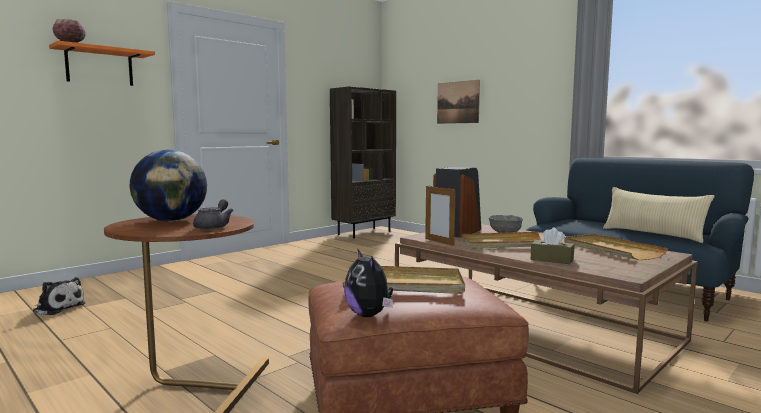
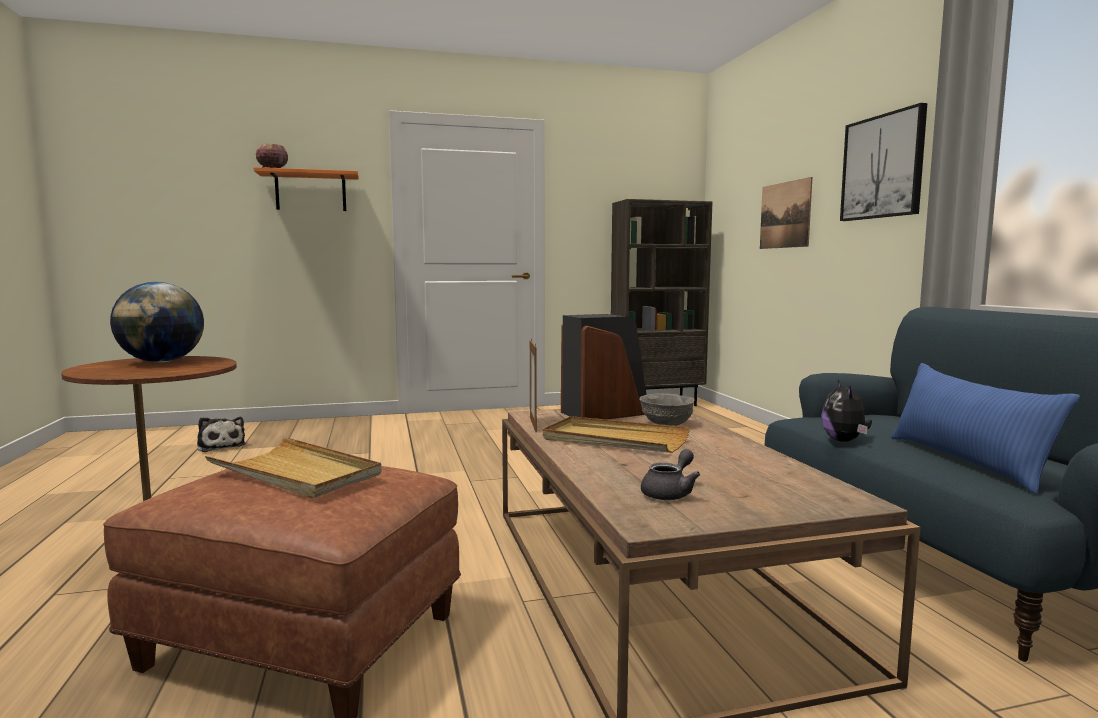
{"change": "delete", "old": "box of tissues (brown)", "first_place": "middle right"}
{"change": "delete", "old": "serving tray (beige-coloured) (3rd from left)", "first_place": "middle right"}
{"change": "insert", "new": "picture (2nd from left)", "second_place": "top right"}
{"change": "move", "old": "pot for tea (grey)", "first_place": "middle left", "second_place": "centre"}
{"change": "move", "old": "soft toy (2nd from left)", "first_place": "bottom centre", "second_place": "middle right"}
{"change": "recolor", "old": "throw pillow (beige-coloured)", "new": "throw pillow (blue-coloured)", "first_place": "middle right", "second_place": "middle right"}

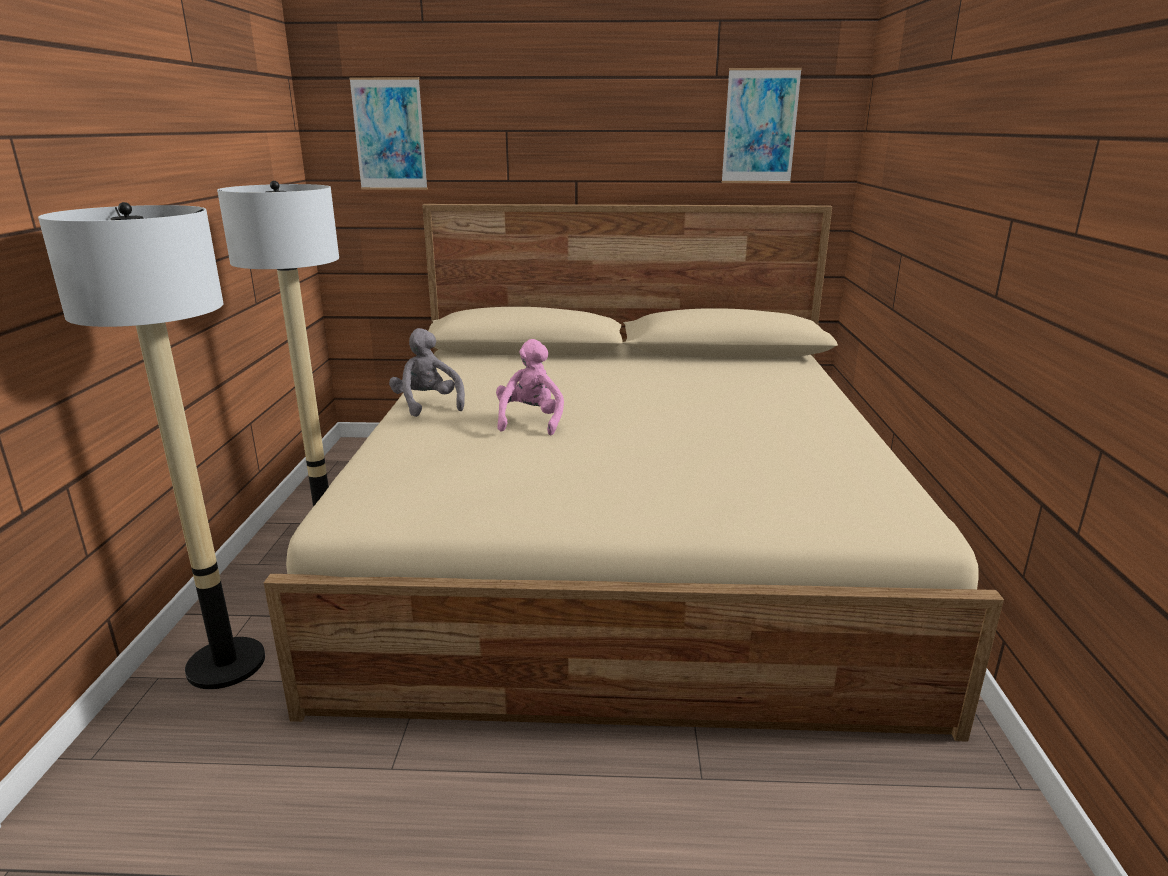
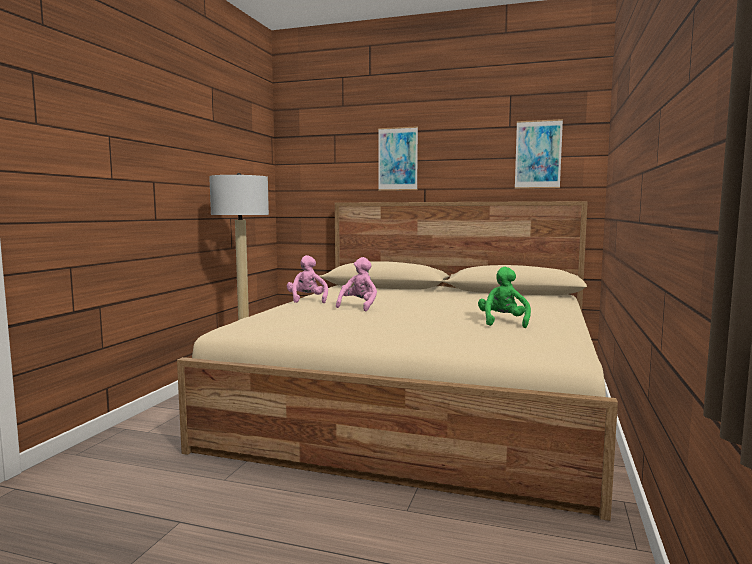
{"change": "delete", "old": "floor lamp (1st from left)", "first_place": "middle left"}
{"change": "insert", "new": "soft toy (green-coloured)", "second_place": "middle right"}
{"change": "move", "old": "picture (1st from left)", "first_place": "top left", "second_place": "top centre"}
{"change": "recolor", "old": "soft toy (grey)", "new": "soft toy (pink) (1st from left)", "first_place": "centre", "second_place": "centre"}

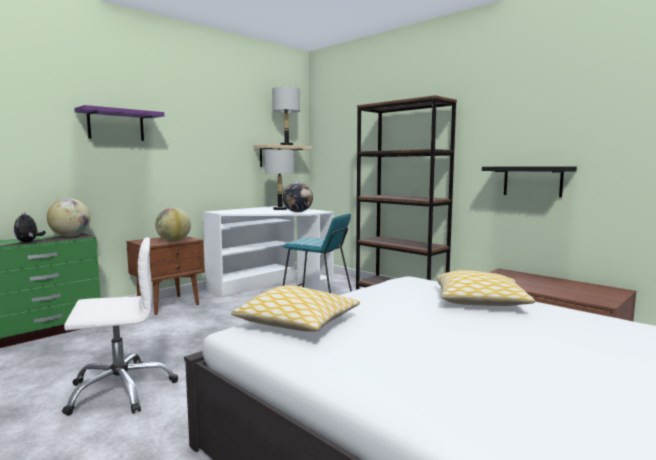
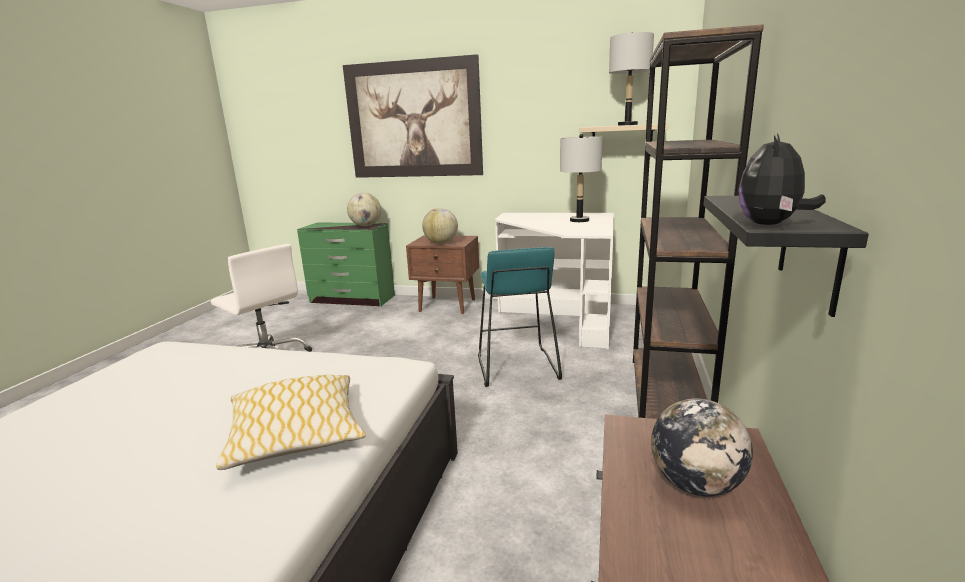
{"change": "delete", "old": "throw pillow (1st from left)", "first_place": "bottom centre"}
{"change": "move", "old": "soft toy", "first_place": "middle left", "second_place": "top right"}
{"change": "move", "old": "globe (3rd from left)", "first_place": "centre", "second_place": "bottom right"}
{"change": "replace", "old": "shelf (purple-coloured)", "new": "picture", "first_place": "top left", "second_place": "top centre"}

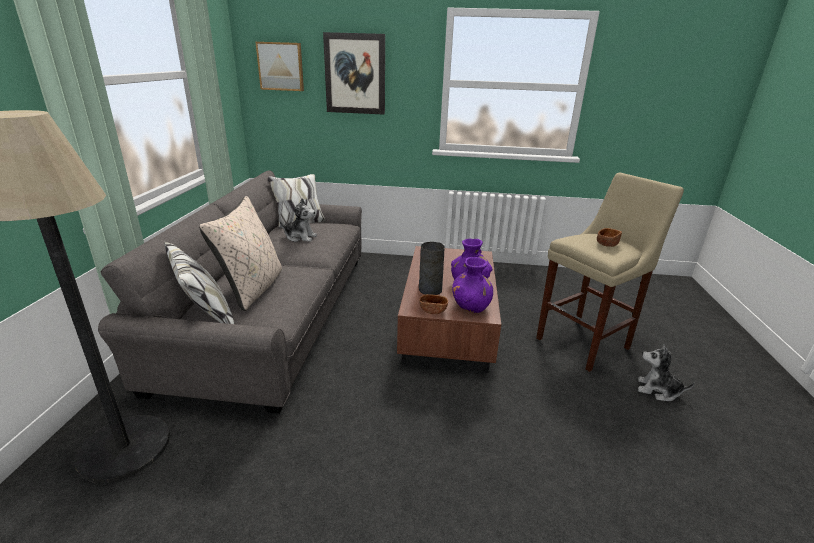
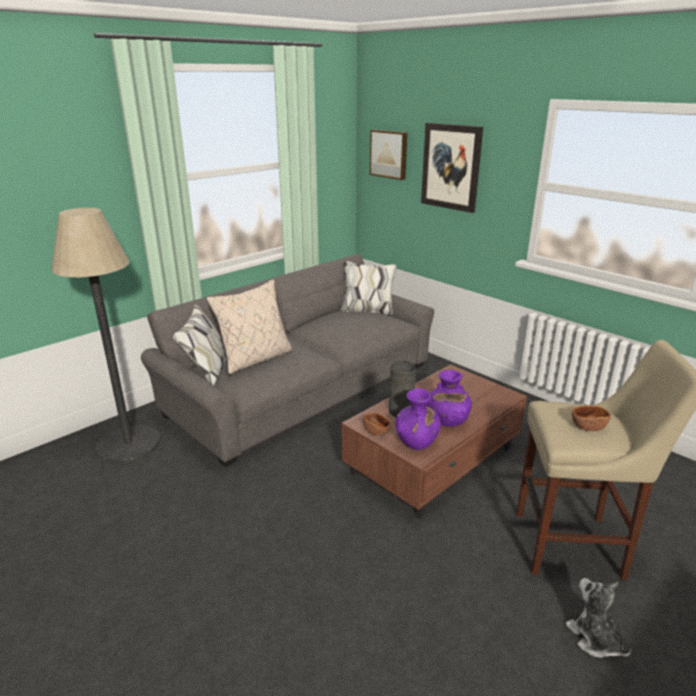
{"change": "delete", "old": "soft toy (1st from left)", "first_place": "centre"}

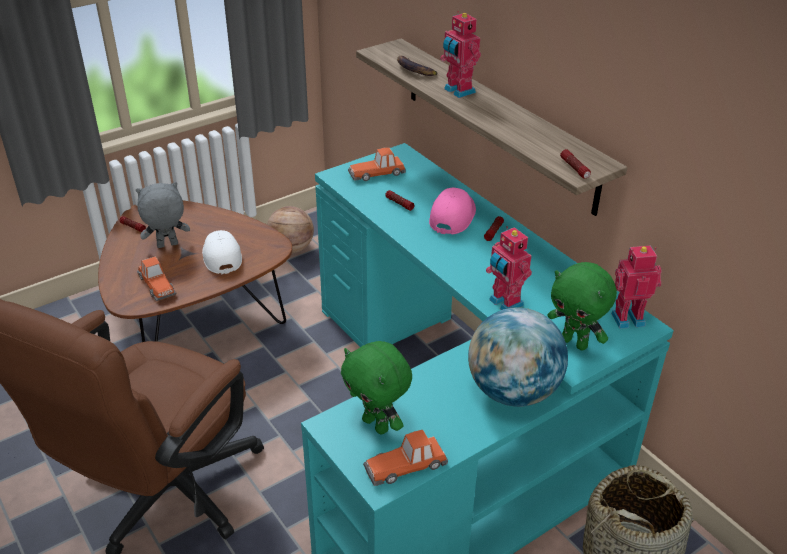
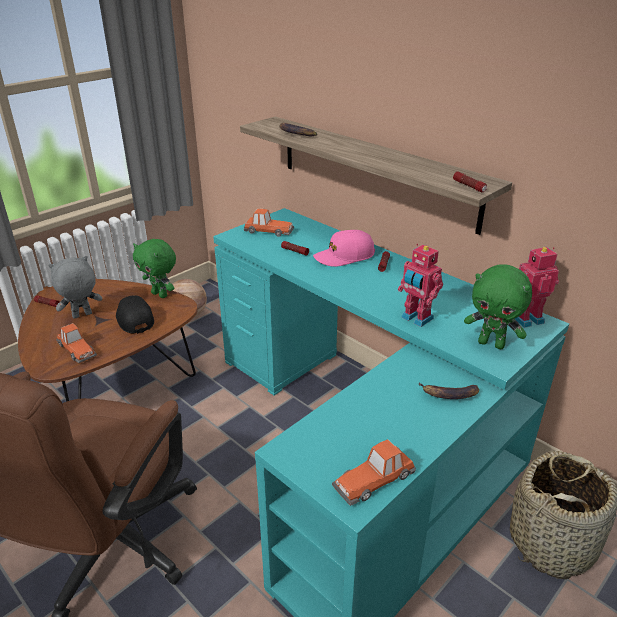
{"change": "delete", "old": "toy robot (1st from left)", "first_place": "top centre"}
{"change": "move", "old": "soft toy (green-coloured) (1st from left)", "first_place": "bottom centre", "second_place": "middle left"}
{"change": "replace", "old": "globe", "new": "banana fruit (2nd from left)", "first_place": "centre", "second_place": "middle right"}
{"change": "recolor", "old": "baseball cap (whitish)", "new": "baseball cap (black)", "first_place": "middle left", "second_place": "middle left"}
{"change": "rotate", "old": "miniature car (2nd from left)", "first_place": "top centre", "second_place": "centre", "degrees": -135}
{"change": "rotate", "old": "baseball cap (pink)", "first_place": "centre", "second_place": "centre", "degrees": -120}

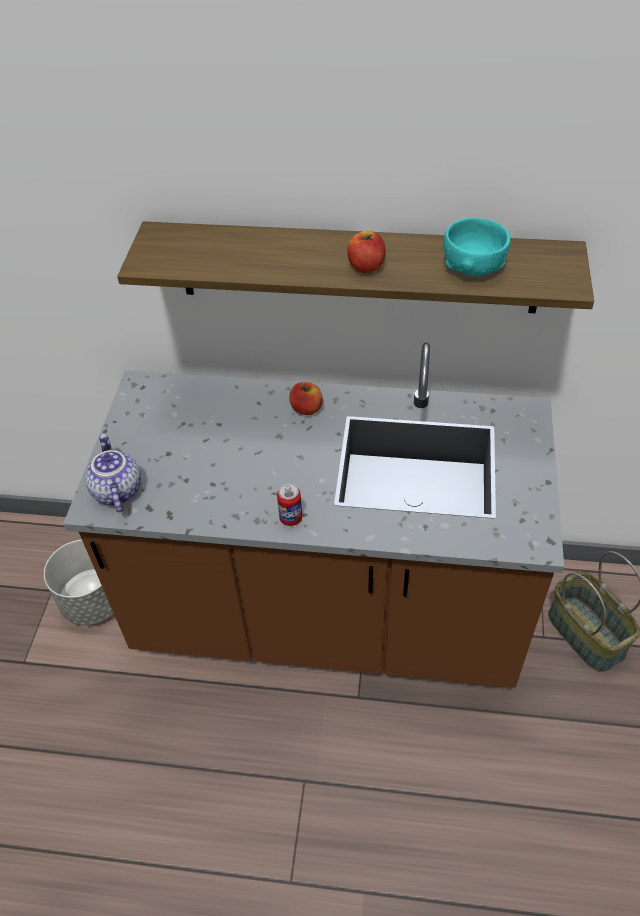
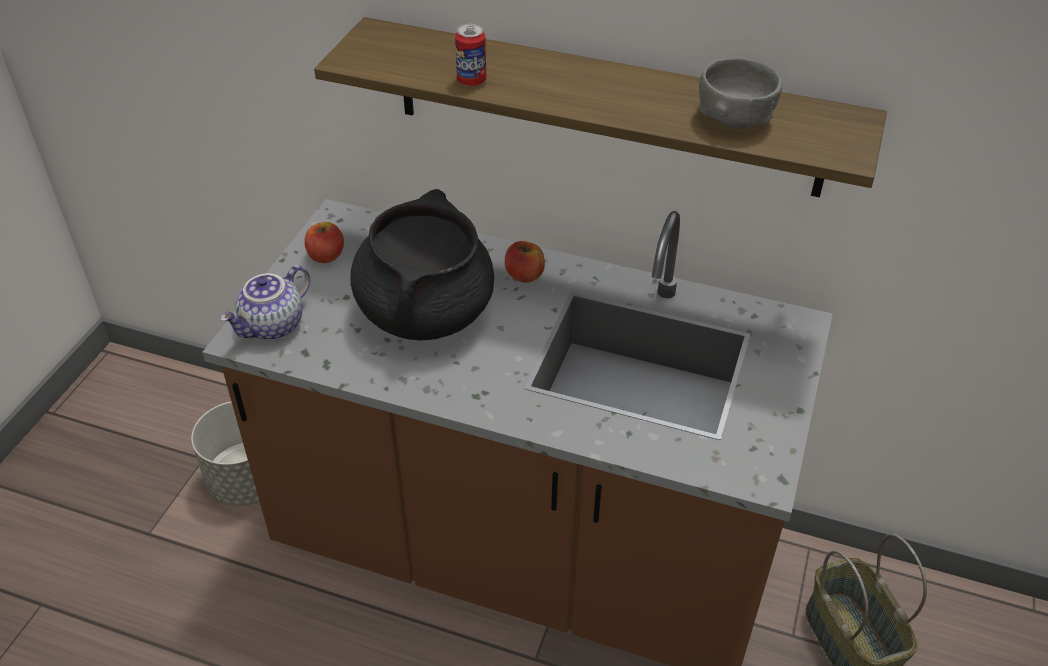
{"change": "insert", "new": "stockpot (black)", "second_place": "centre"}
{"change": "move", "old": "can", "first_place": "centre", "second_place": "top centre"}
{"change": "move", "old": "apple (2nd from left in the first image)", "new": "apple (1st from left)", "first_place": "top centre", "second_place": "middle left"}
{"change": "recolor", "old": "serving bowl (turquoise)", "new": "serving bowl (grey)", "first_place": "top right", "second_place": "top right"}
{"change": "rotate", "old": "pot for tea", "first_place": "middle left", "second_place": "middle left", "degrees": -135}

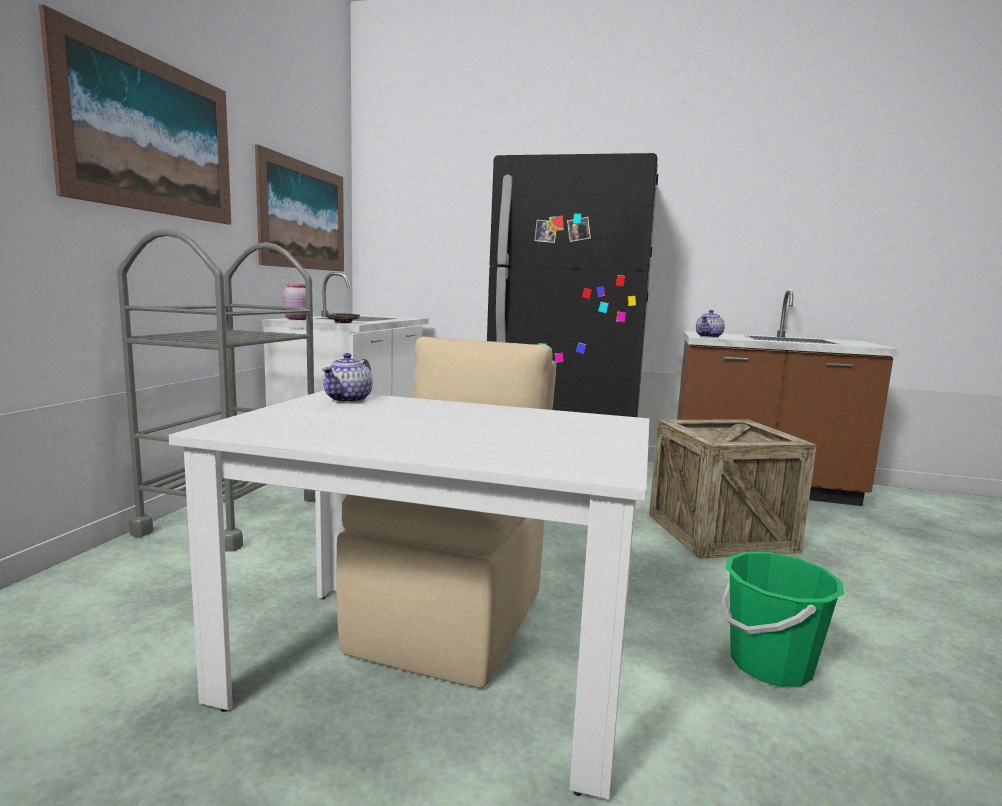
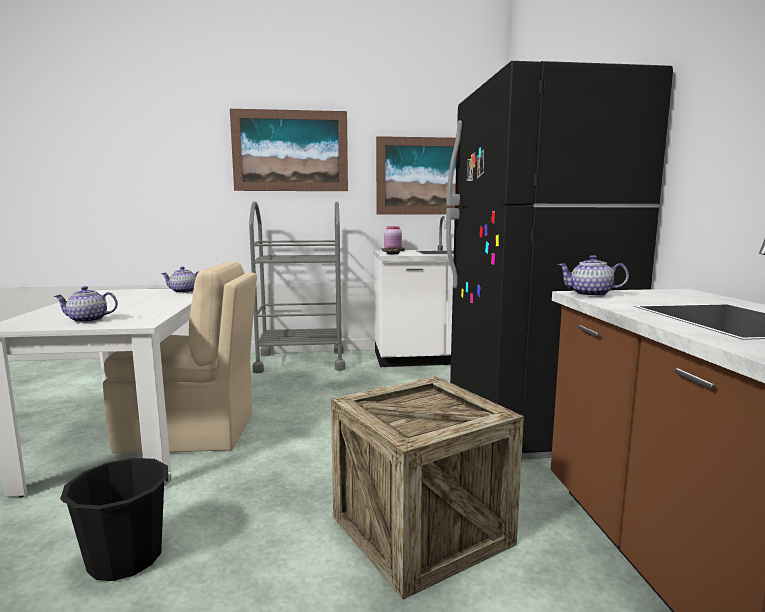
{"change": "insert", "new": "pot for tea (1st from left)", "second_place": "middle left"}
{"change": "recolor", "old": "bucket (green-coloured)", "new": "bucket (black)", "first_place": "bottom right", "second_place": "bottom left"}

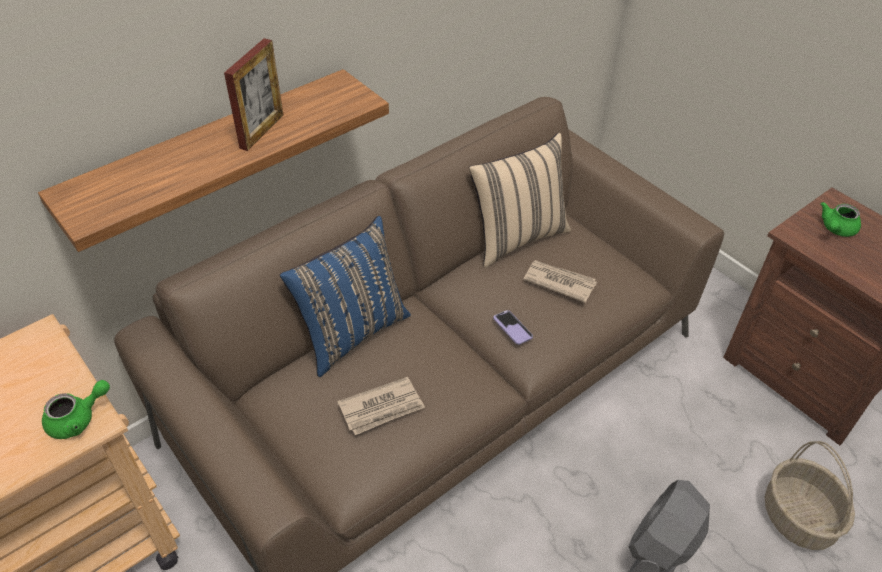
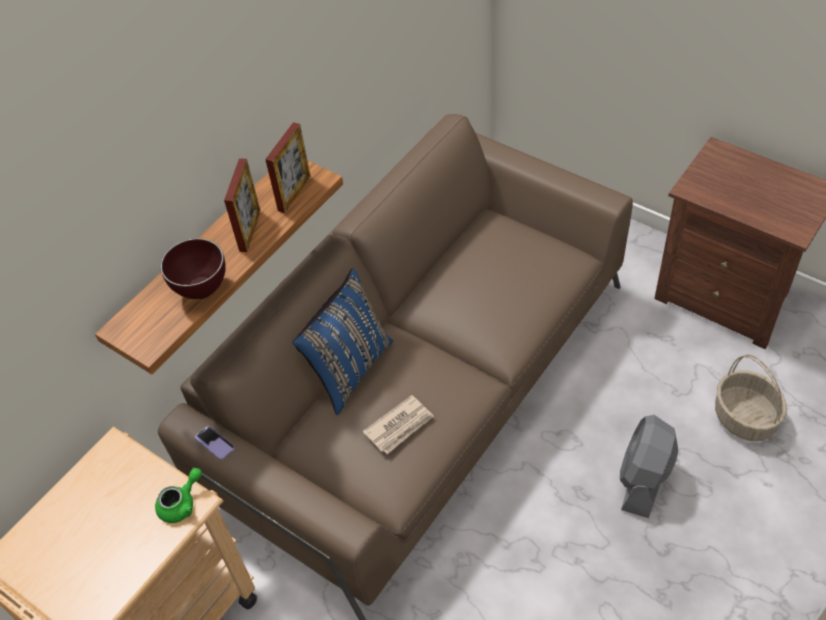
{"change": "delete", "old": "throw pillow (beige-coloured)", "first_place": "centre"}
{"change": "delete", "old": "daily paper (2nd from left)", "first_place": "centre"}
{"change": "delete", "old": "pot for tea (green-coloured) (2nd from left)", "first_place": "middle right"}
{"change": "insert", "new": "serving bowl (brown)", "second_place": "middle left"}
{"change": "insert", "new": "standing frame (2nd from left)", "second_place": "top centre"}
{"change": "move", "old": "phone", "first_place": "centre", "second_place": "bottom left"}

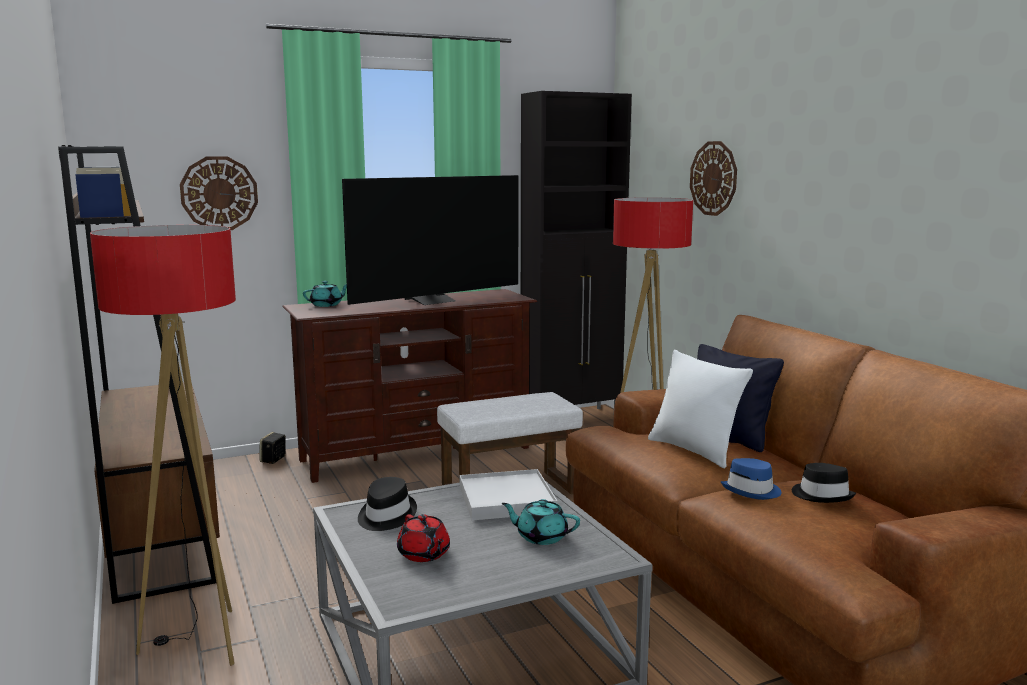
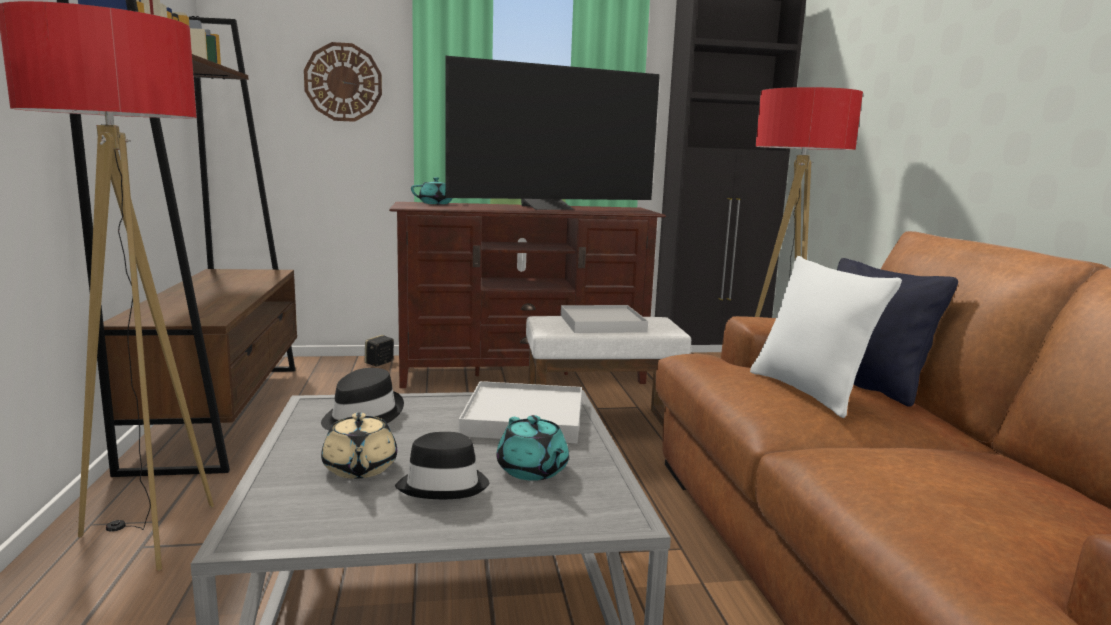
{"change": "delete", "old": "hanging clock (2nd from left)", "first_place": "top right"}
{"change": "delete", "old": "wearable hat (blue-coloured)", "first_place": "bottom right"}
{"change": "insert", "new": "serving tray (whitish) (2nd from left)", "second_place": "centre"}
{"change": "move", "old": "wearable hat (black) (2nd from left)", "first_place": "bottom right", "second_place": "bottom centre"}
{"change": "recolor", "old": "pot for tea (reddish)", "new": "pot for tea (beige-coloured)", "first_place": "bottom centre", "second_place": "bottom left"}
{"change": "rotate", "old": "pot for tea (turquoise) (2nd from left)", "first_place": "bottom centre", "second_place": "bottom centre", "degrees": -150}

